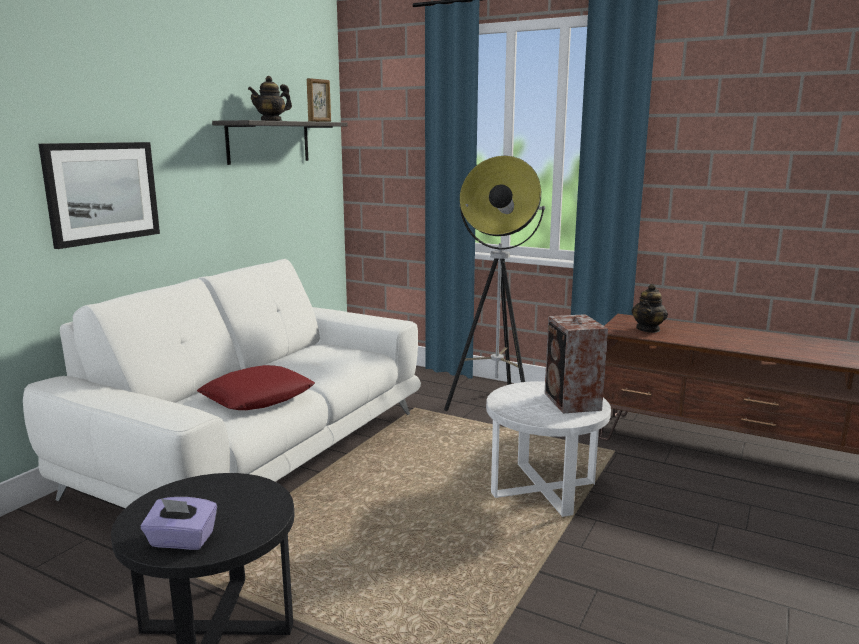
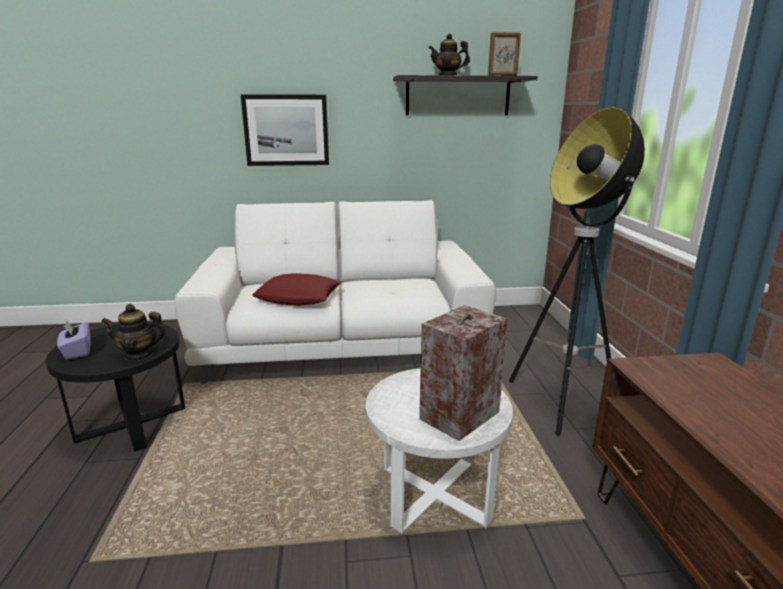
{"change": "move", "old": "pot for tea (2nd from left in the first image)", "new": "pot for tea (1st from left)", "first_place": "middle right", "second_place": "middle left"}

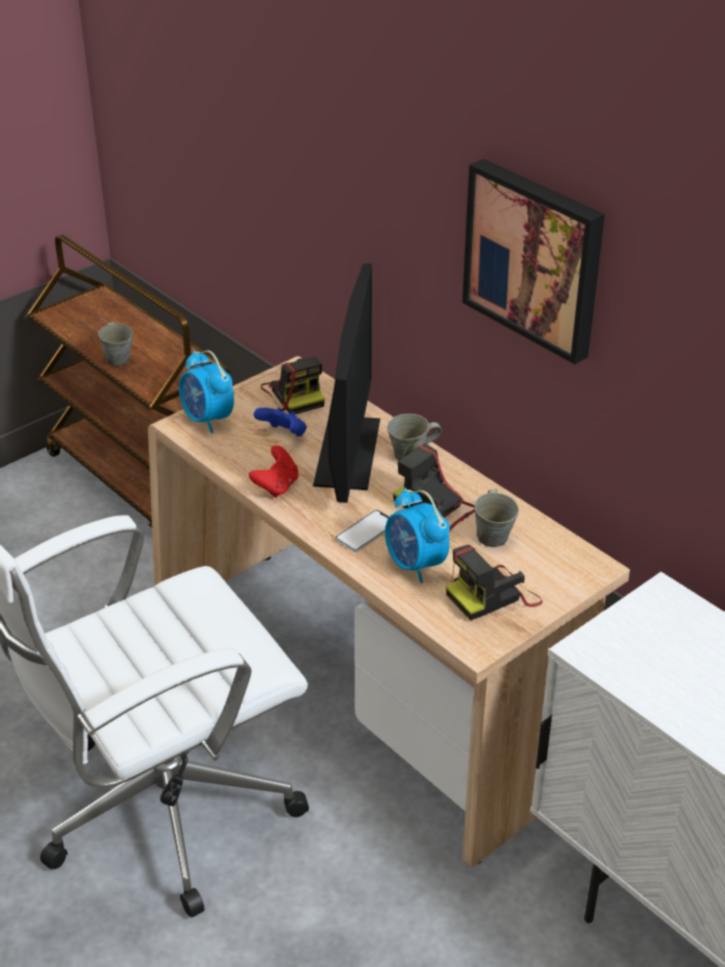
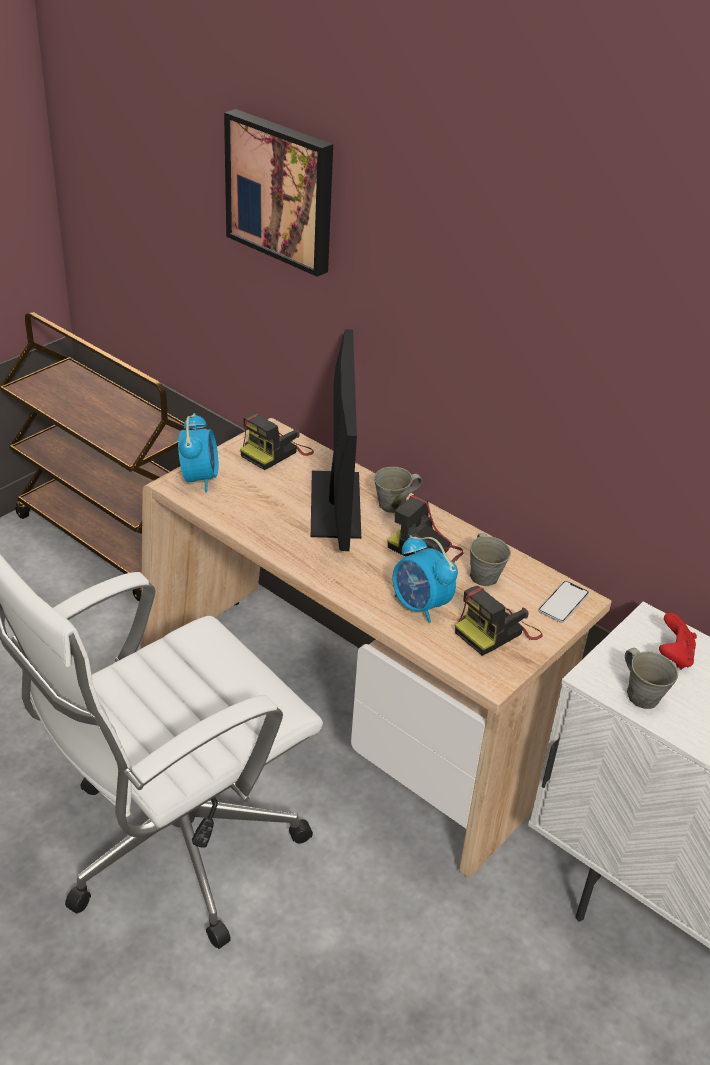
{"change": "delete", "old": "joypad (blue-coloured)", "first_place": "centre"}
{"change": "move", "old": "coffee mug (grey) (1st from left in the first image)", "new": "coffee mug (grey) (3rd from left)", "first_place": "middle left", "second_place": "middle right"}
{"change": "move", "old": "joypad (reddish)", "first_place": "centre", "second_place": "middle right"}
{"change": "move", "old": "phone", "first_place": "centre", "second_place": "middle right"}
{"change": "move", "old": "picture", "first_place": "top right", "second_place": "top centre"}
{"change": "rotate", "old": "bedside clock (1st from left)", "first_place": "middle left", "second_place": "middle left", "degrees": -135}
{"change": "rotate", "old": "still camera (1st from left)", "first_place": "centre", "second_place": "centre", "degrees": 75}

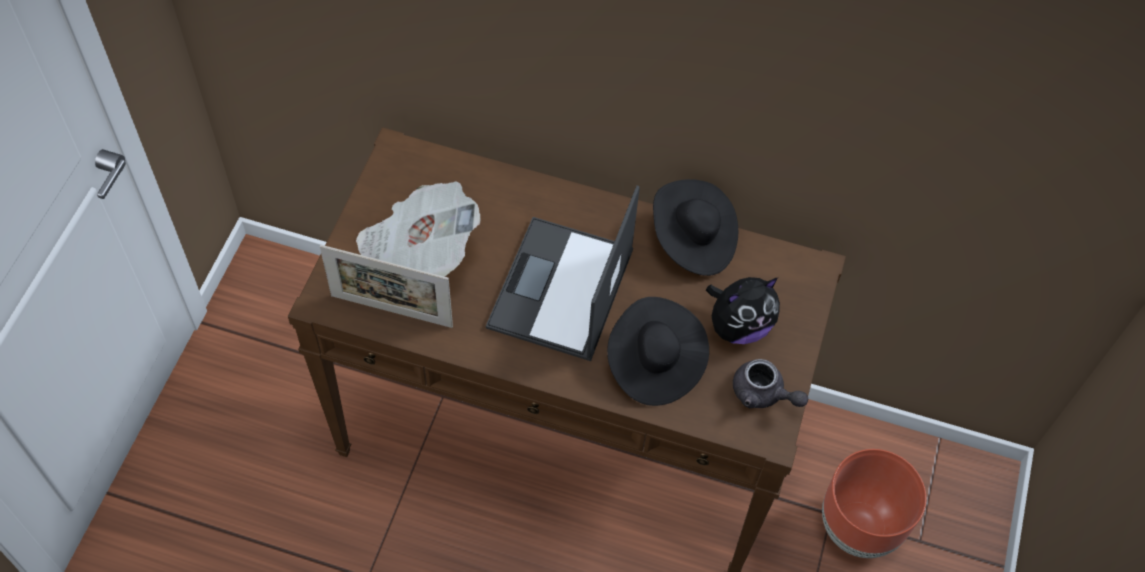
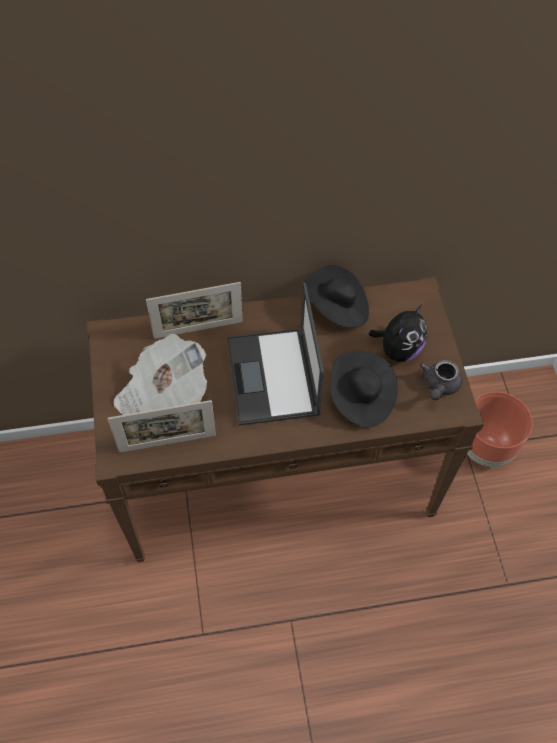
{"change": "insert", "new": "standing frame (2nd from left)", "second_place": "centre"}
{"change": "rotate", "old": "pot for tea (grey)", "first_place": "bottom right", "second_place": "middle right", "degrees": 105}

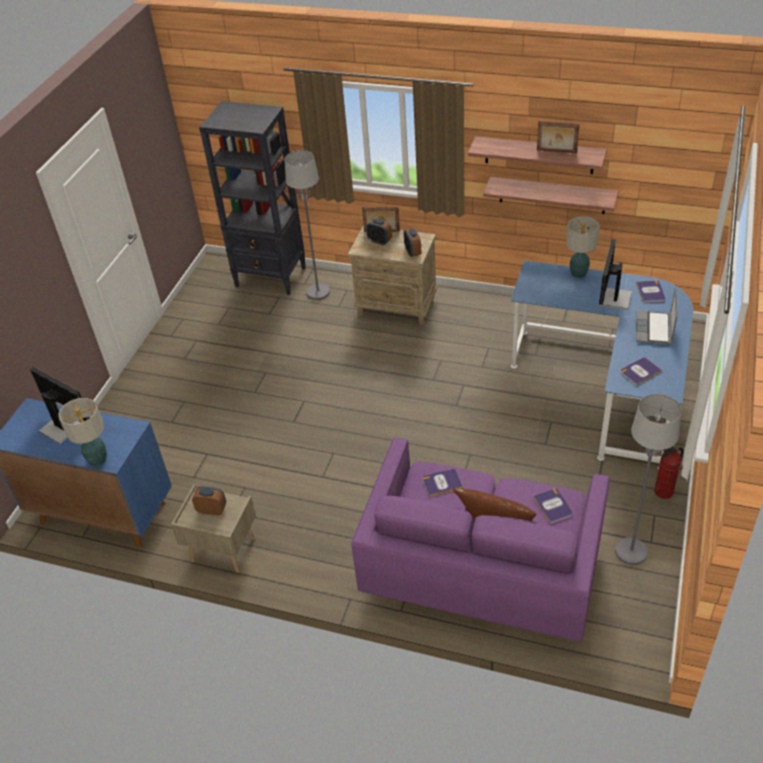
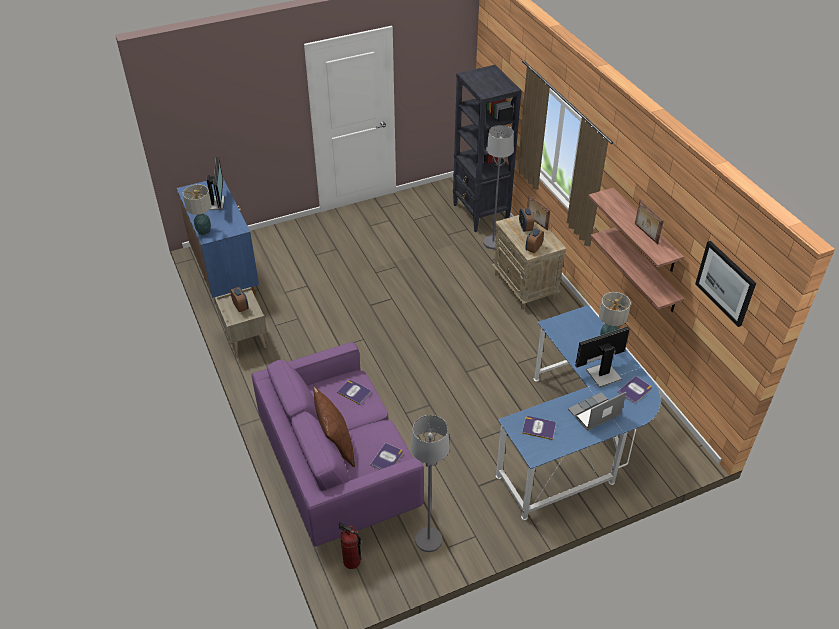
{"change": "insert", "new": "picture", "second_place": "middle right"}
{"change": "move", "old": "extinguisher", "first_place": "middle right", "second_place": "bottom centre"}

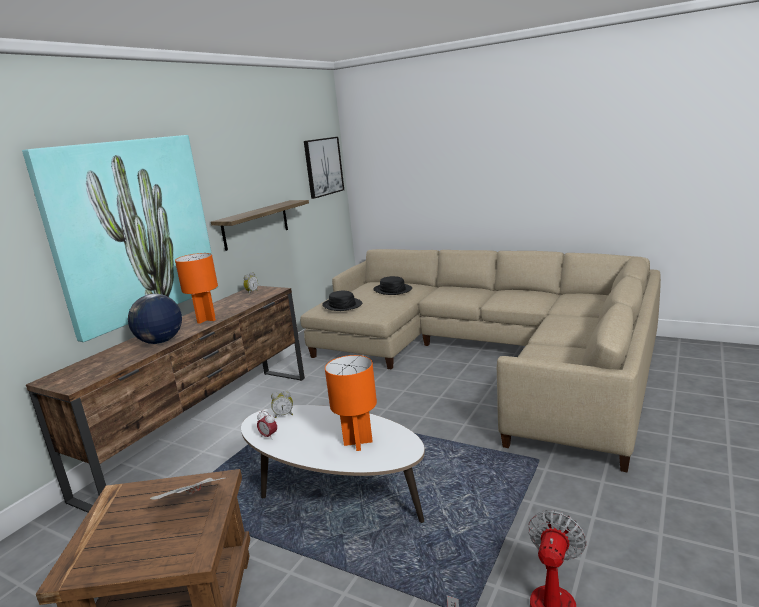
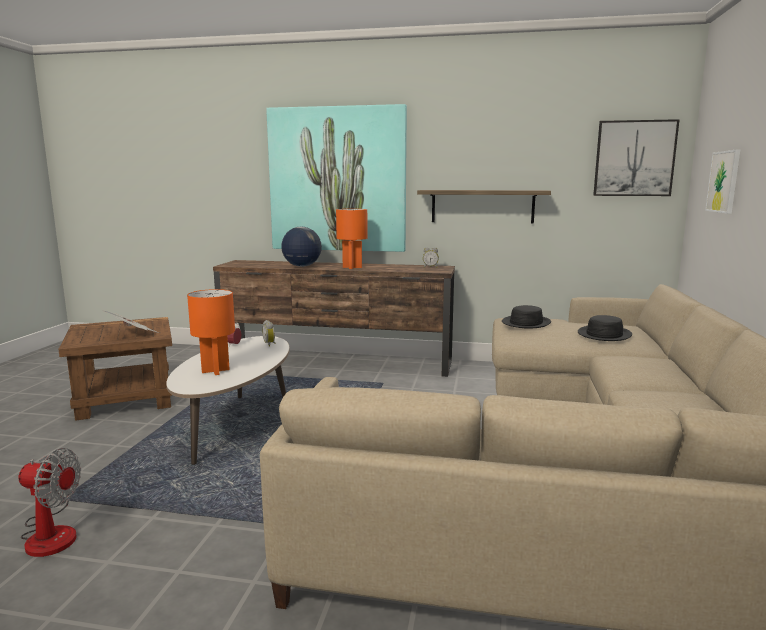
{"change": "insert", "new": "picture (3rd from left)", "second_place": "top right"}

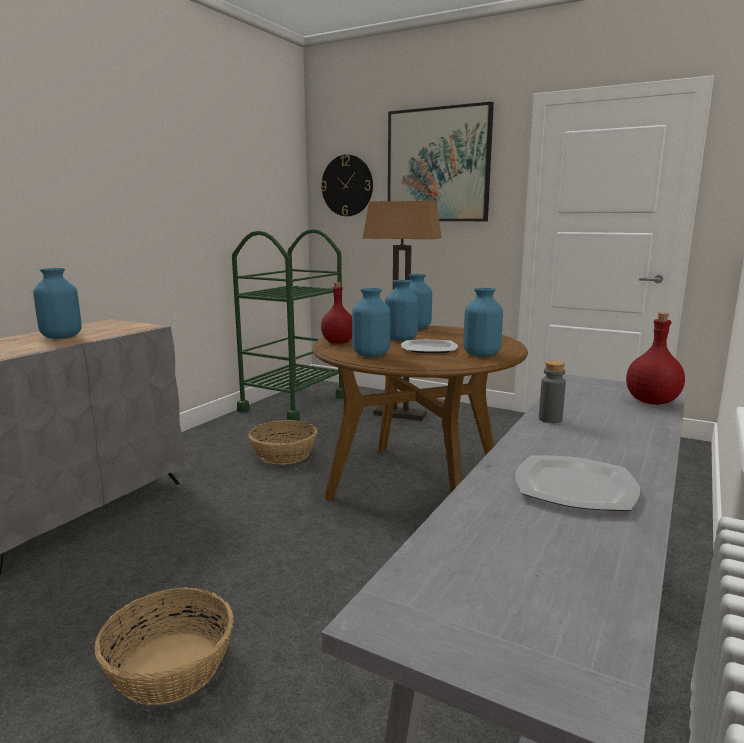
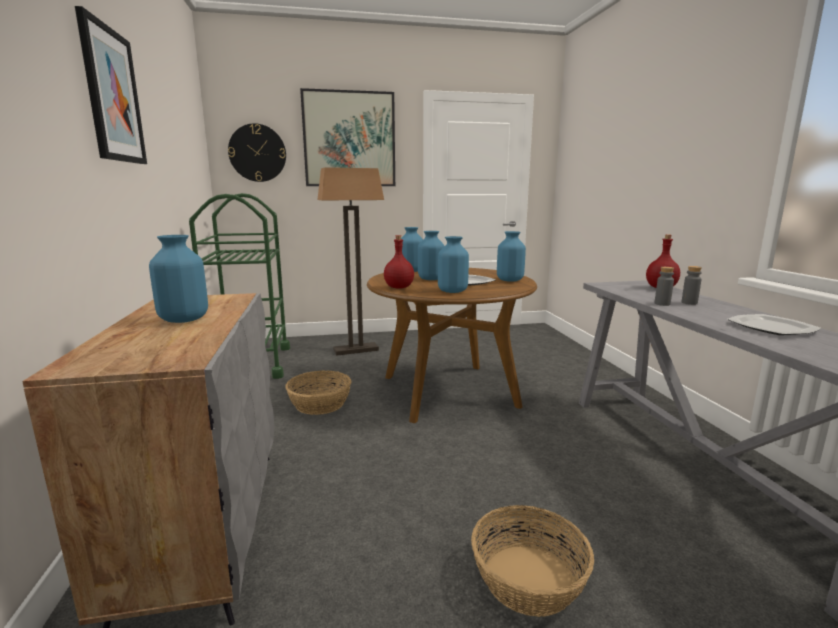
{"change": "insert", "new": "picture (1st from left)", "second_place": "top left"}
{"change": "insert", "new": "bottle (grey) (2nd from left)", "second_place": "middle right"}

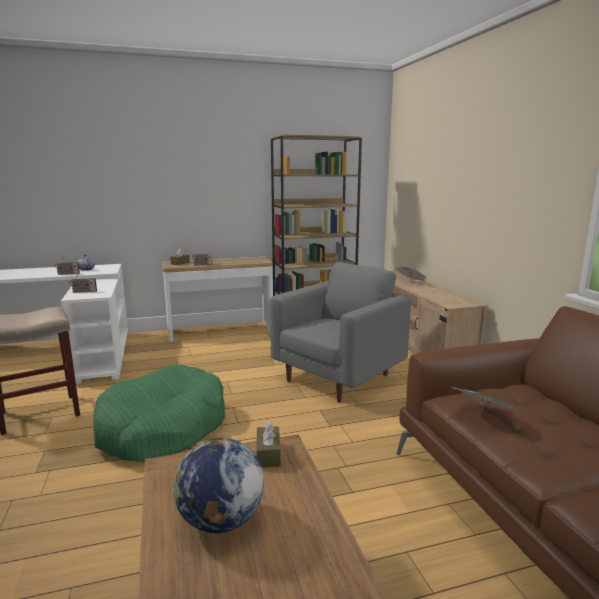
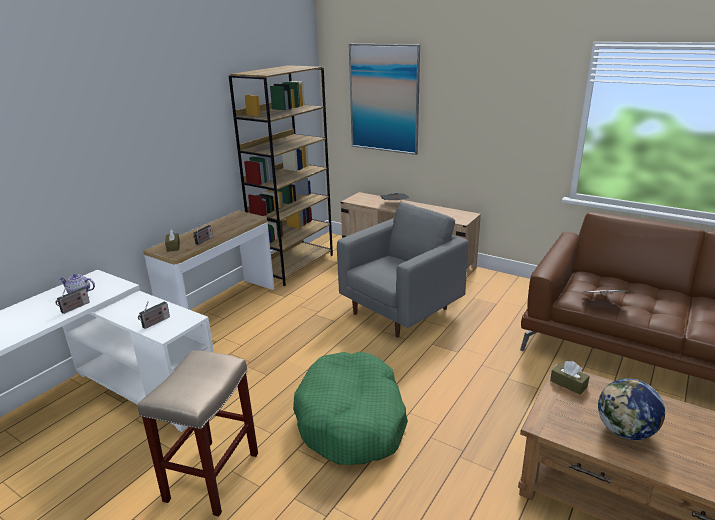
{"change": "insert", "new": "picture", "second_place": "top centre"}
{"change": "rotate", "old": "easy chair (grey)", "first_place": "centre", "second_place": "centre", "degrees": 45}

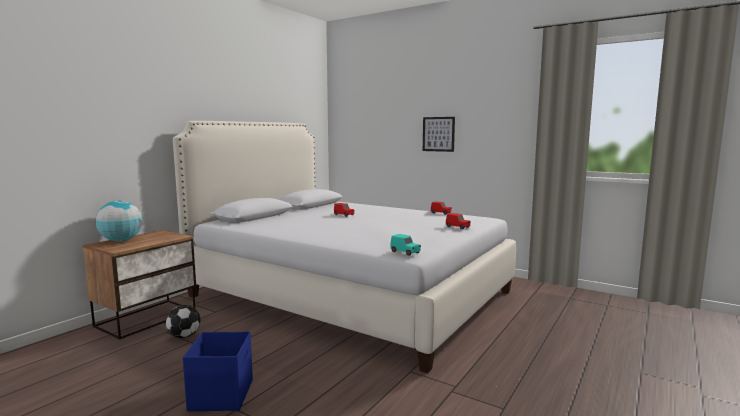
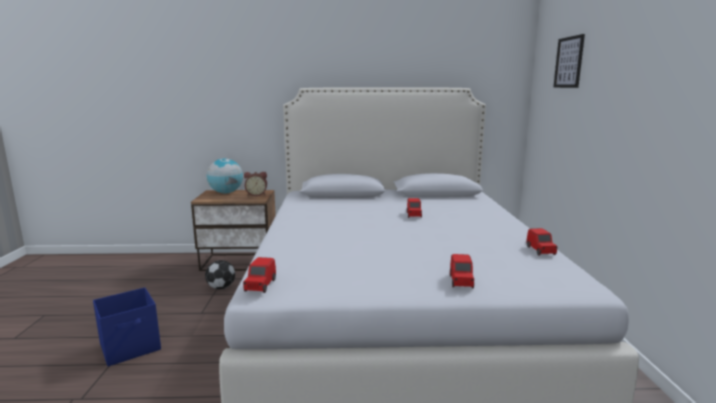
{"change": "insert", "new": "bedside clock", "second_place": "centre"}
{"change": "move", "old": "picture", "first_place": "top centre", "second_place": "top right"}
{"change": "recolor", "old": "miniature car (turquoise)", "new": "miniature car (reddish) (1st from left)", "first_place": "centre", "second_place": "bottom centre"}

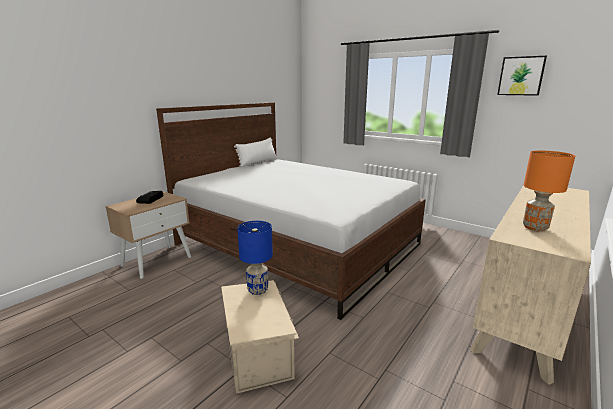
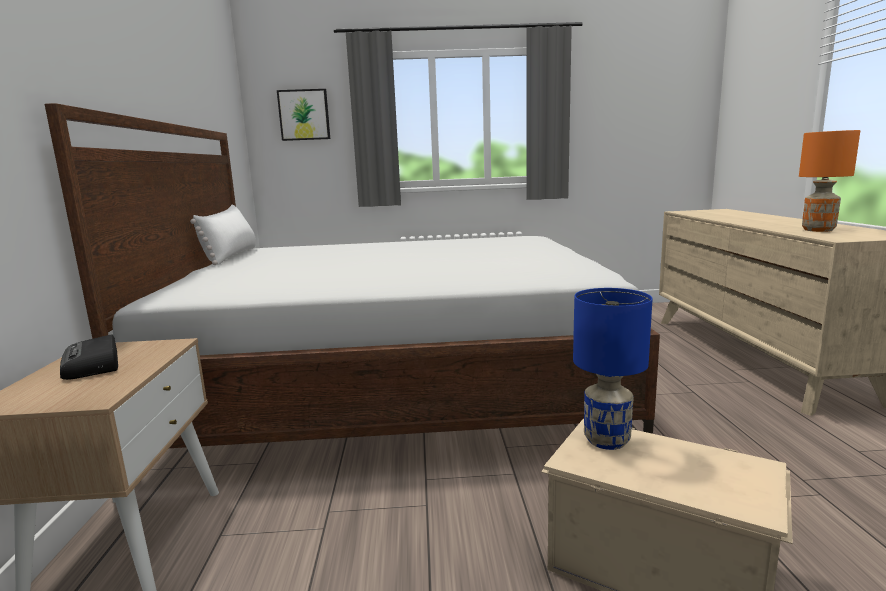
{"change": "move", "old": "picture", "first_place": "top right", "second_place": "top centre"}

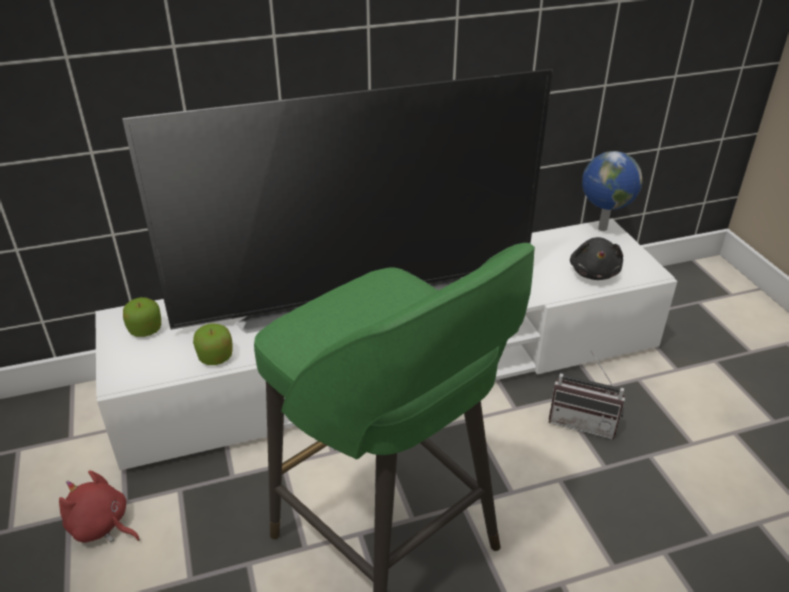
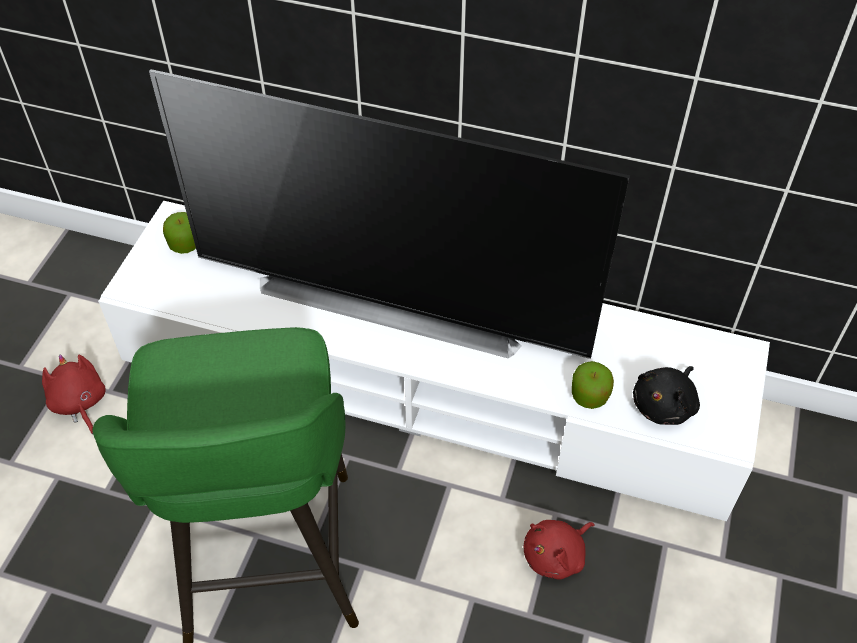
{"change": "delete", "old": "globe", "first_place": "top right"}
{"change": "move", "old": "apple (2nd from left)", "first_place": "middle left", "second_place": "middle right"}
{"change": "replace", "old": "radio", "new": "soft toy (reddish) (2nd from left)", "first_place": "bottom right", "second_place": "bottom centre"}

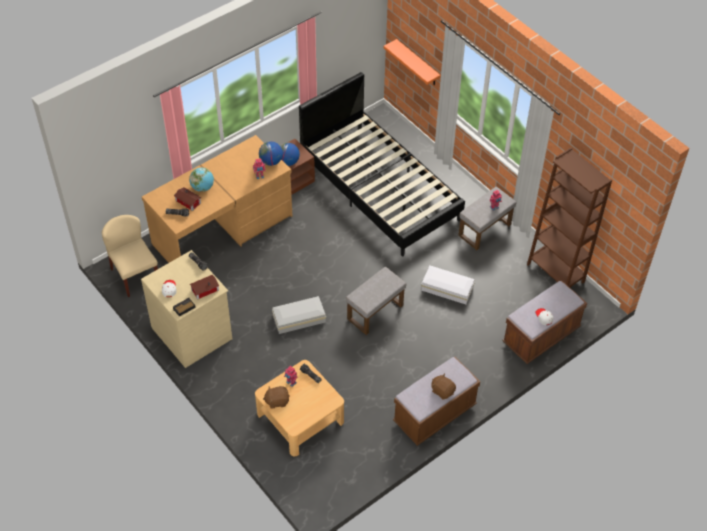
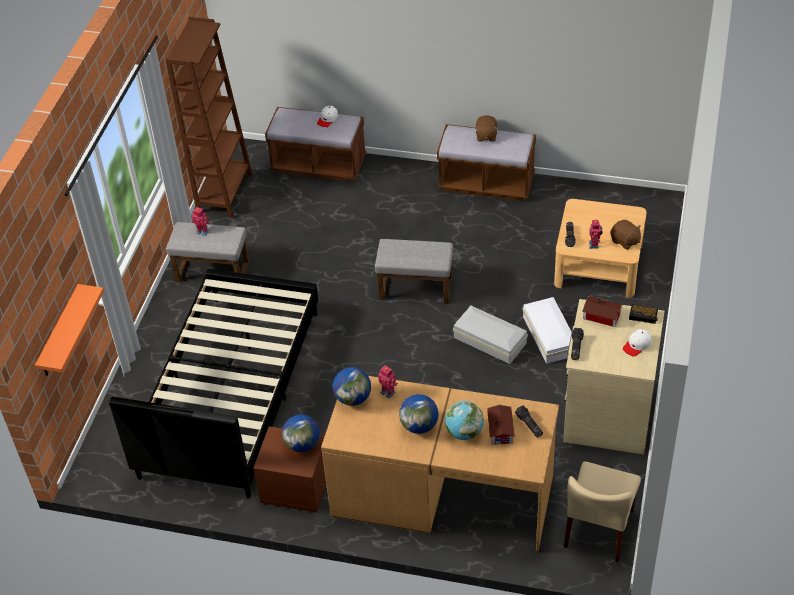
{"change": "insert", "new": "globe (3rd from left)", "second_place": "bottom centre"}
{"change": "move", "old": "storage bin (whitish) (2nd from left)", "first_place": "centre", "second_place": "middle right"}

